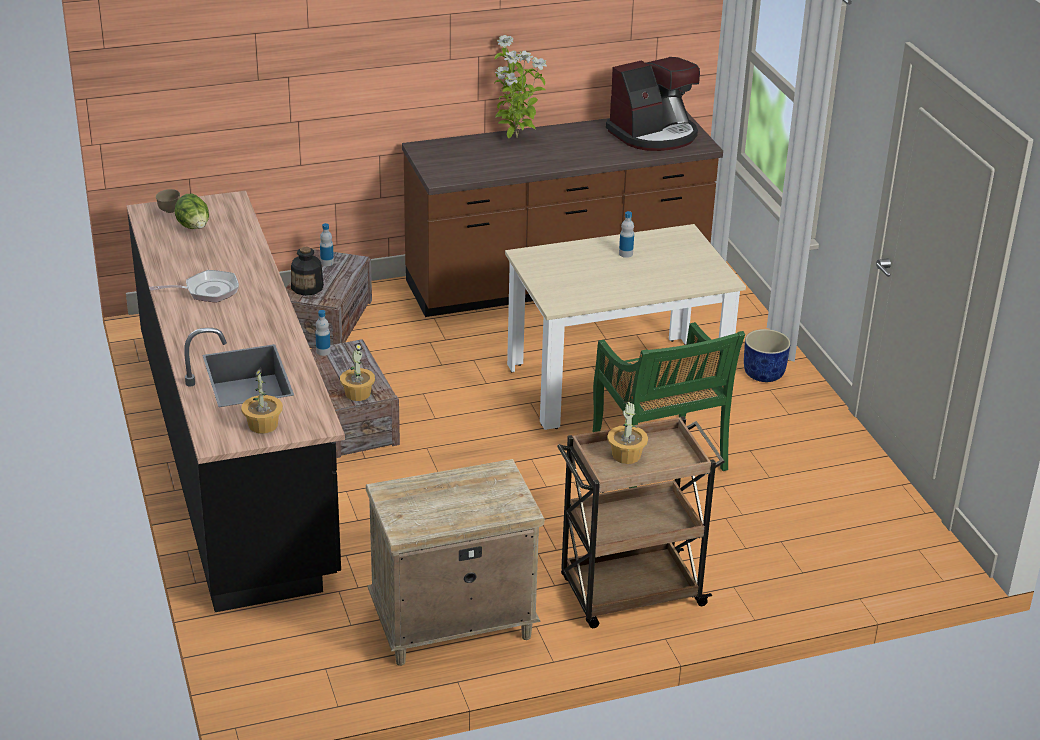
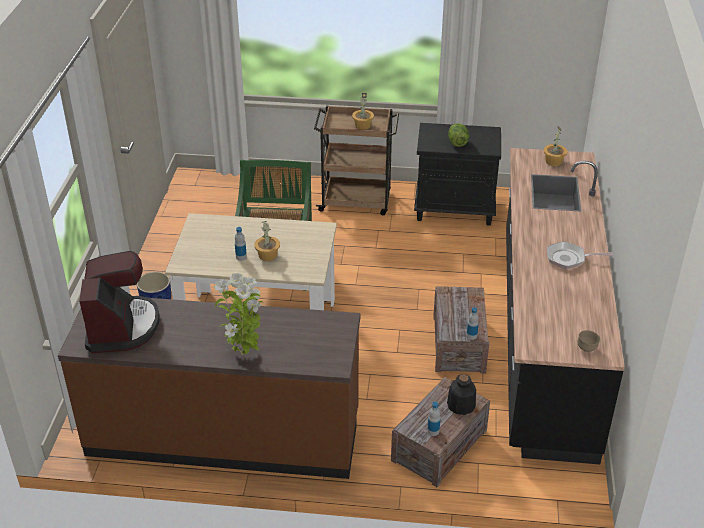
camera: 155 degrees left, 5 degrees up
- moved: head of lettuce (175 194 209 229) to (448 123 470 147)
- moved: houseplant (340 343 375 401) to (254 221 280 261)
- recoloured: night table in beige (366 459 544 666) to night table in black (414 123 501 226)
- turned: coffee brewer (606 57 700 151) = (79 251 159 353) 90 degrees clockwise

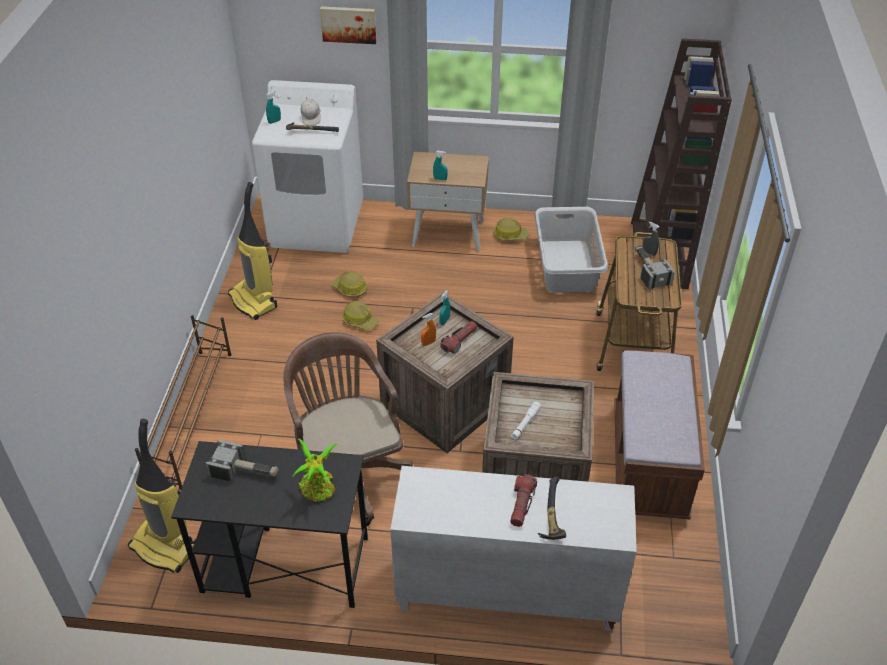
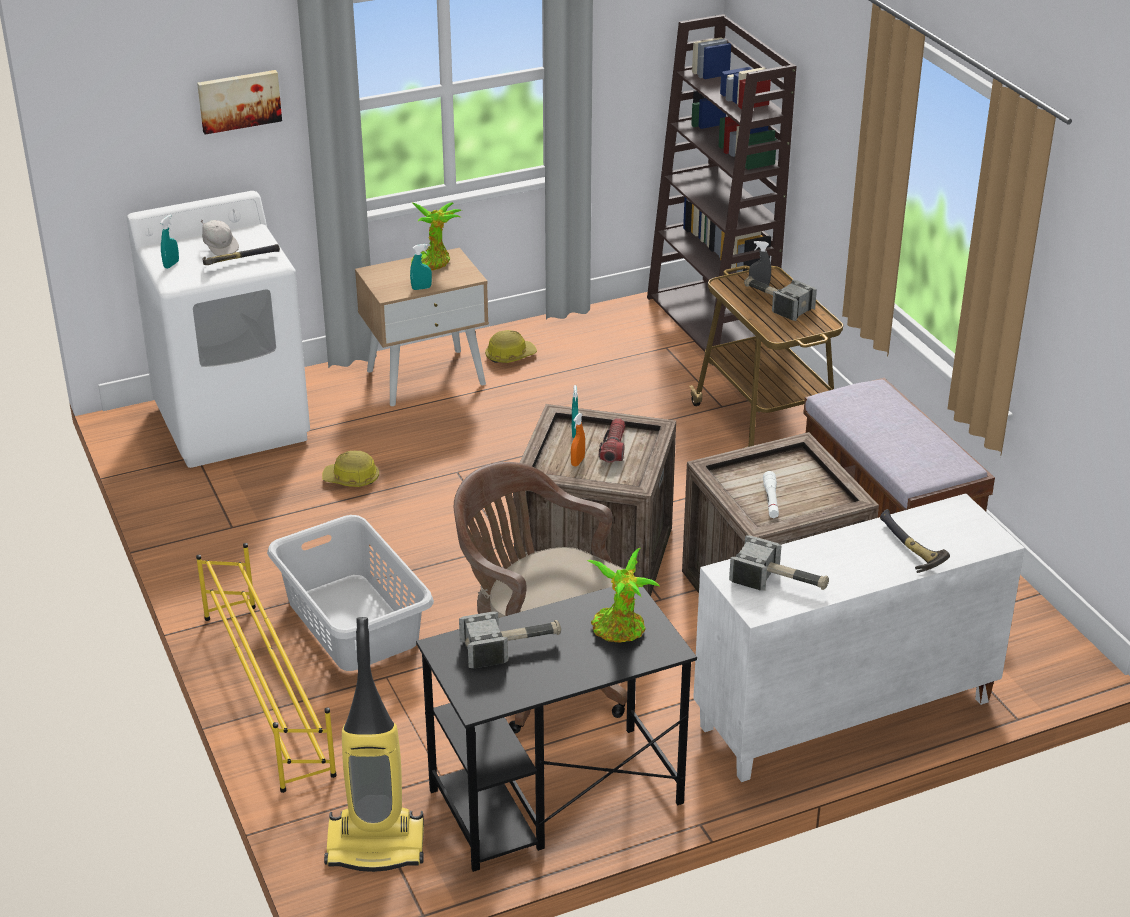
camera: 30 degrees left, 10 degrees down
- removed: vacuum (228 182 277 320)
- removed: safety helmet (342 301 379 330)
- removed: hand torch (510 474 537 527)
- added: houseplant (411 203 462 270)
- added: hand hammer (729 535 829 591)
- moved: washing basket in gray (534 207 608 293) to (267 515 434 671)
- recoloured: shoe shelf in brown (135 315 232 490) to shoe shelf in yellow-coloured (196 543 337 793)

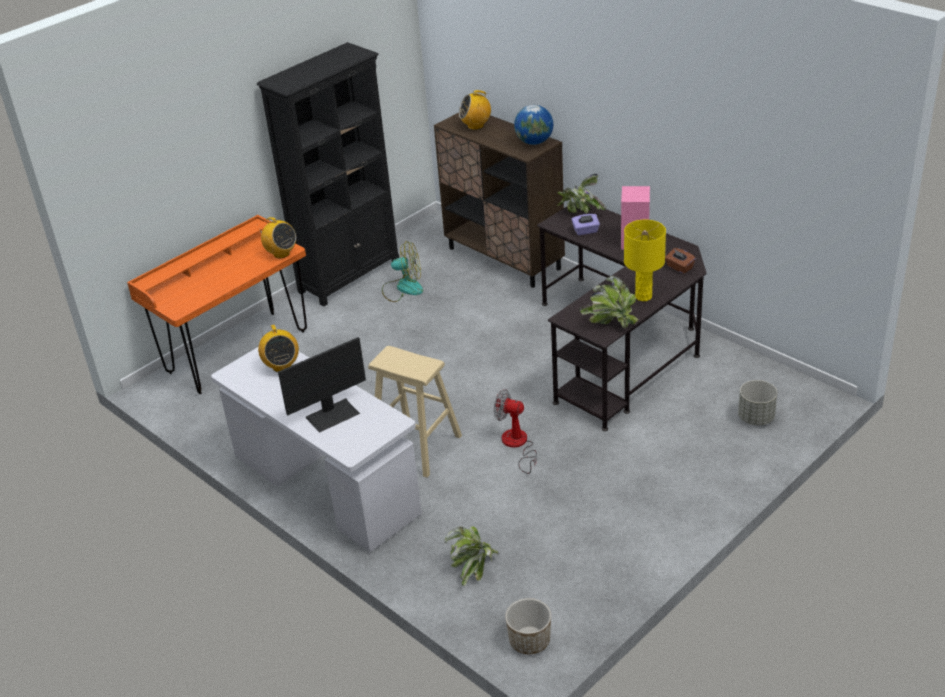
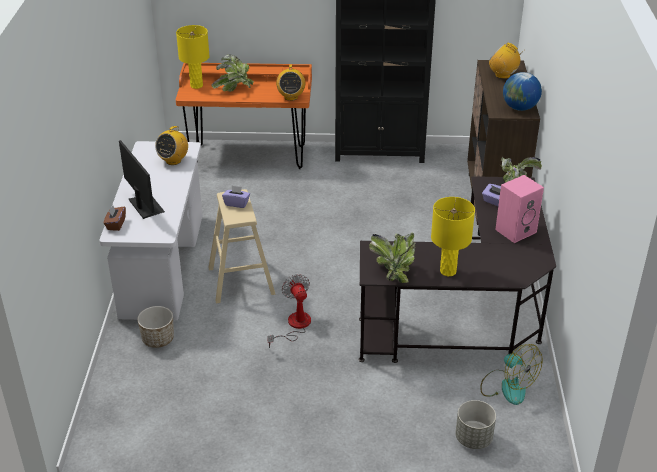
camera: 45 degrees right, 0 degrees up
- added: tabletop lamp in yellow-coloured (176 25 210 89)
- added: tissue box in purple-coloured (222 186 250 208)
- moved: fan (382 241 423 302) to (480 344 542 405)
- moved: houseplant (444 526 498 586) to (211 54 254 92)
- moved: flower pot (505 598 551 654) to (137 306 174 348)
- moved: tissue box in brown (665 248 696 274) to (104 205 126 231)
- turned: monitor (278 337 366 433) = (119 140 165 219) 135 degrees counterclockwise

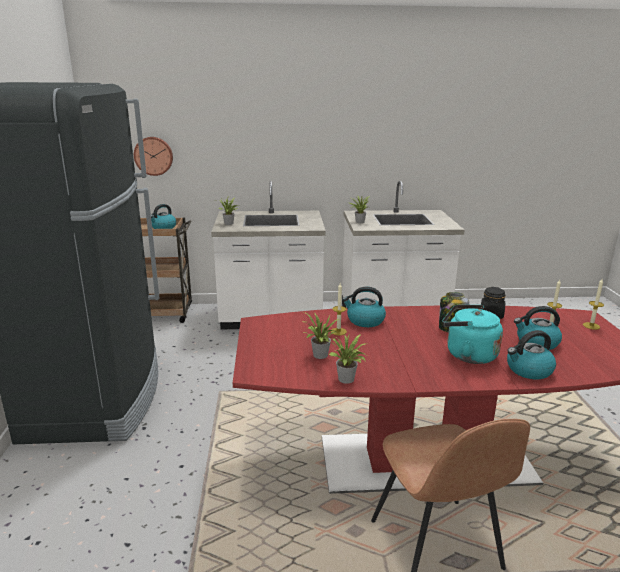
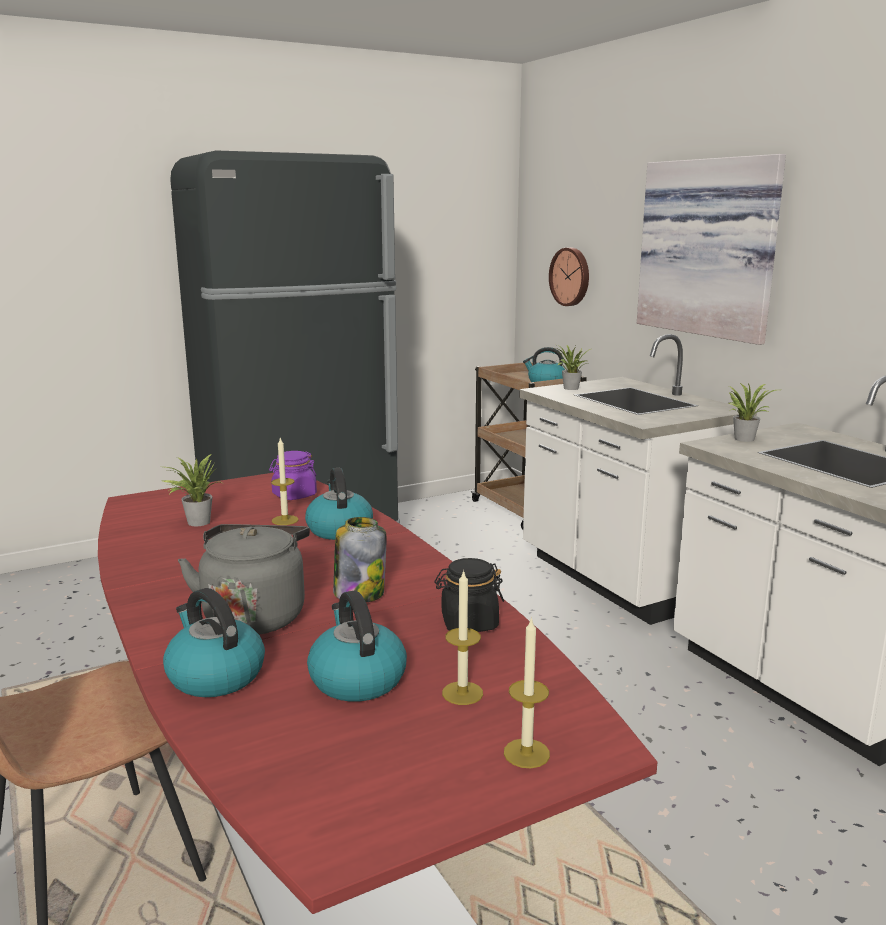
camera: 65 degrees right, 5 degrees down
- removed: houseplant (323 334 367 384)
- added: jar in purple-coloured (269 451 317 500)
- added: picture (637 154 786 345)
- recoloured: tea kettle in blue-green (442 305 503 364) to tea kettle in gray (178 524 310 635)

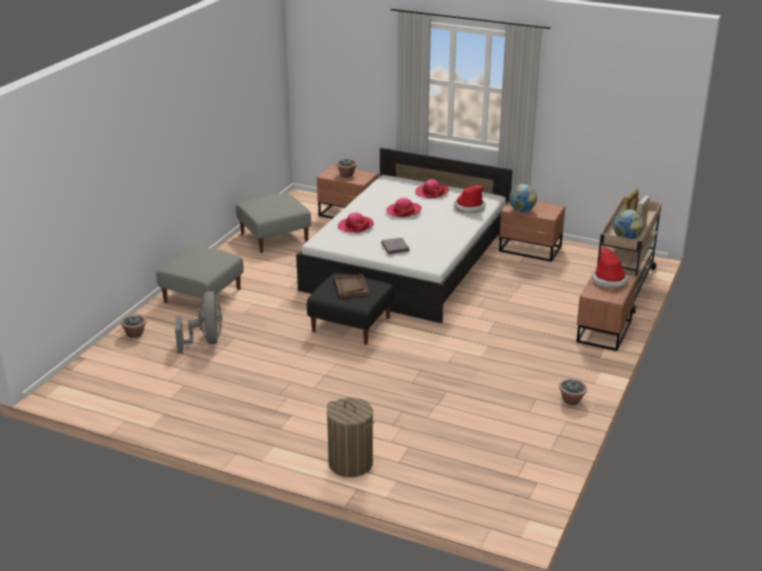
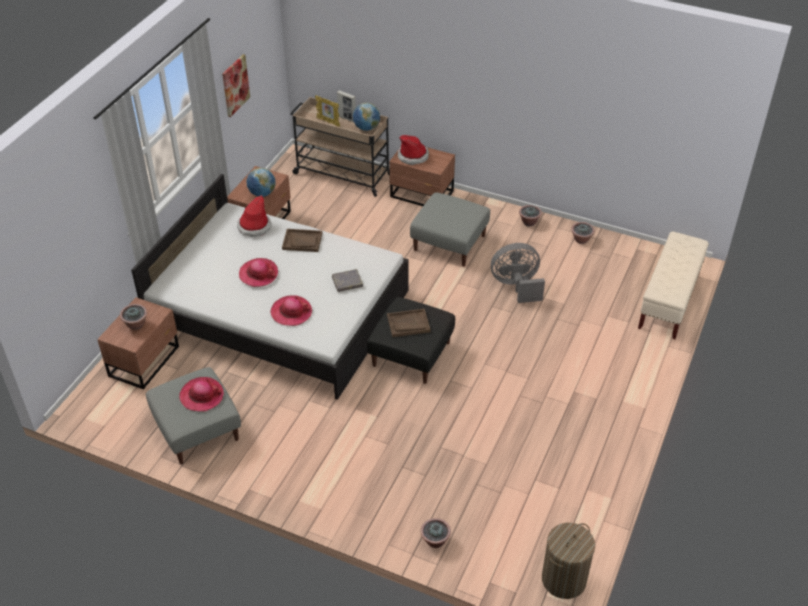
camera: 90 degrees left, 15 degrees up
- added: picture (222 54 250 117)
- added: serving tray in brown (282 229 322 252)
- added: houseplant (571 222 595 244)
- added: bench in beige (638 232 709 339)
- moved: pouffe in gray (156 246 244 303) to (410 192 490 267)
- moved: fan in gray (175 291 222 354) to (491 243 545 303)
- moved: washing basket (327 398 374 477) to (542 523 595 599)
- moved: wearable hat (415 179 449 198) to (179 377 224 412)

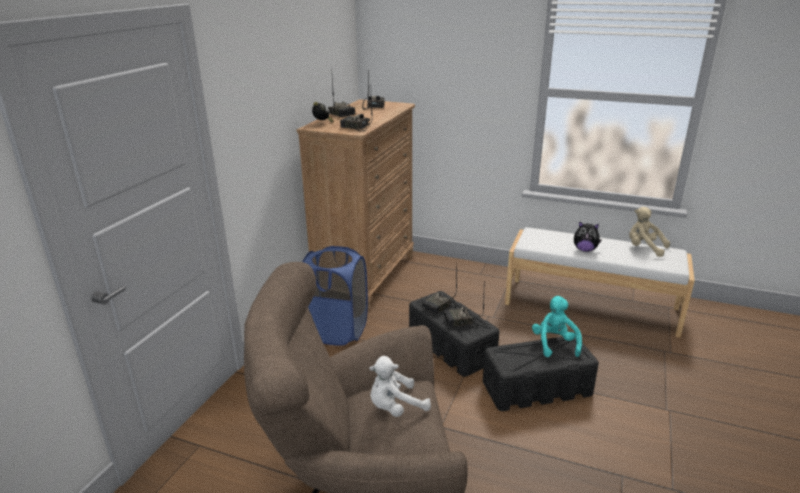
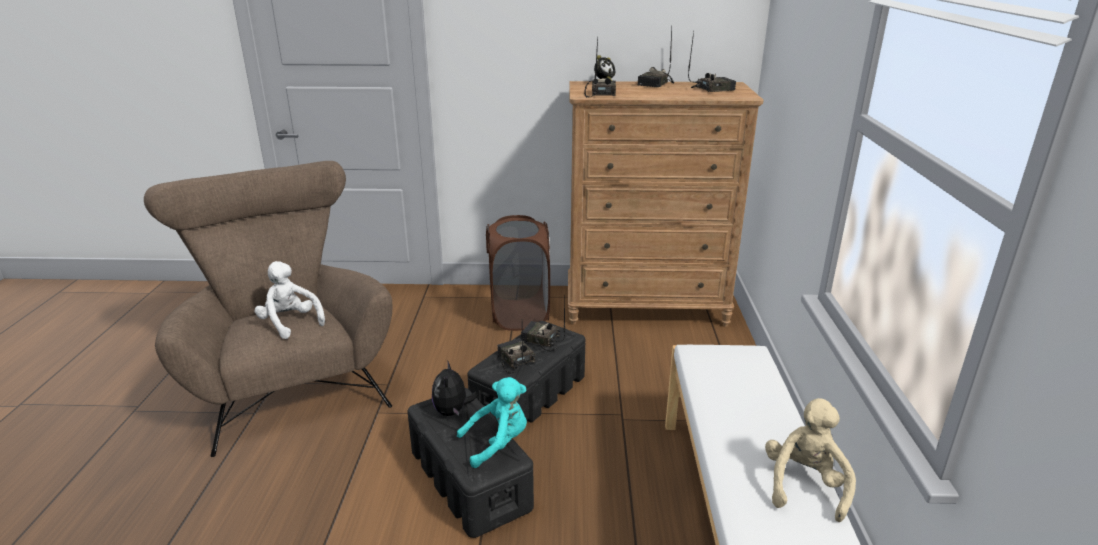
camera: 70 degrees right, 0 degrees up
- moved: plush toy (574 221 602 252) to (432 360 478 416)
- recoloured: washing basket in blue (302 246 368 346) to washing basket in brown (486 215 550 331)

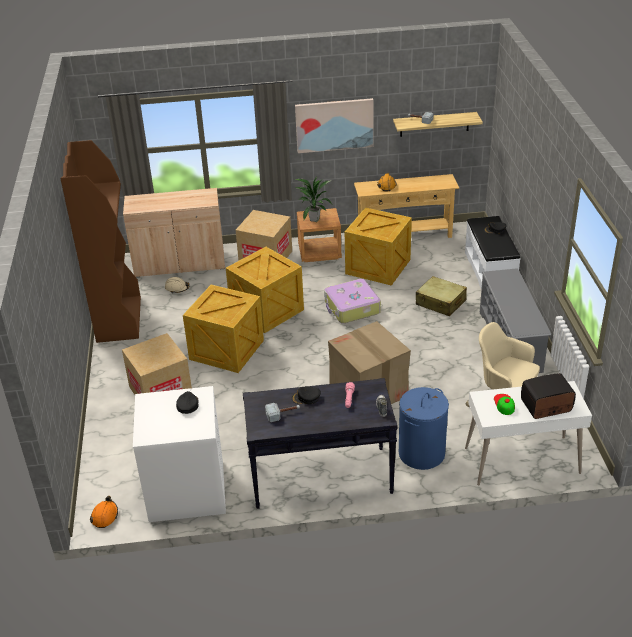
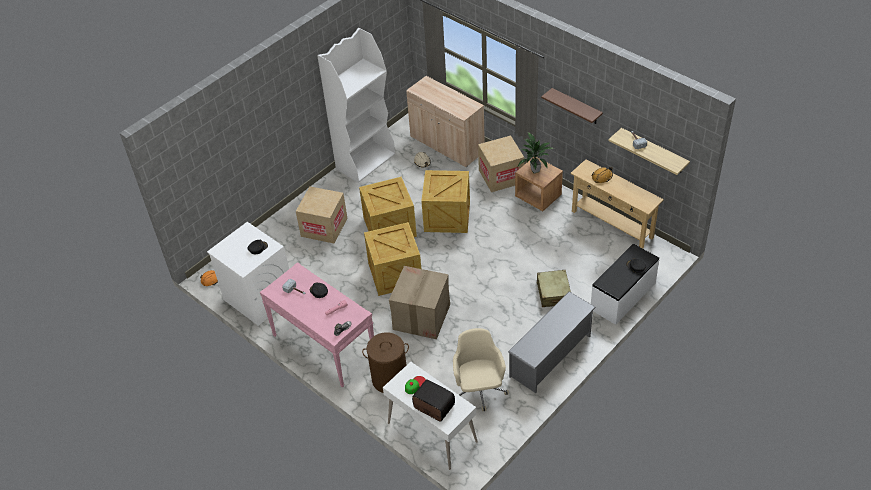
camera: 50 degrees right, 10 degrees up
- removed: suitcase (324 279 381 323)
- moved: crate (345 207 412 286) to (364 222 421 296)
- replaced: picture (295 98 374 153) to wall shelf in brown (541 88 603 124)
- recoloured: bookcase in brown (60 140 141 343) to bookcase in white (317 28 395 183)
- recoloured: console table in black (243 378 398 509) to console table in pinkish (260 262 374 388)
- recoloured: washing basket in blue (399 387 449 470) to washing basket in brown (362 332 409 393)

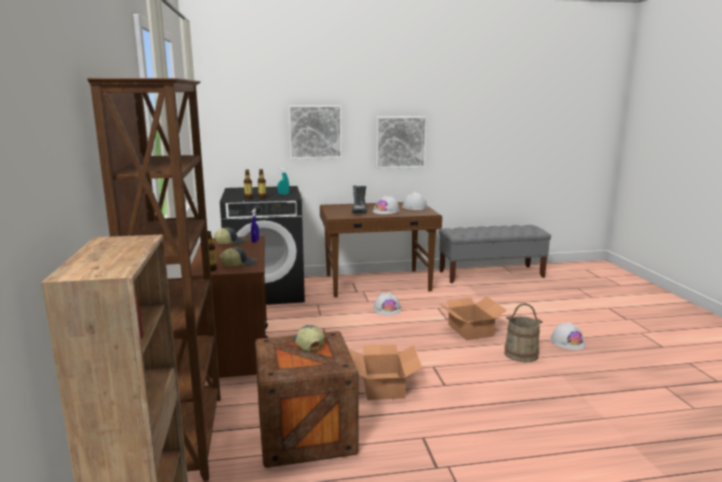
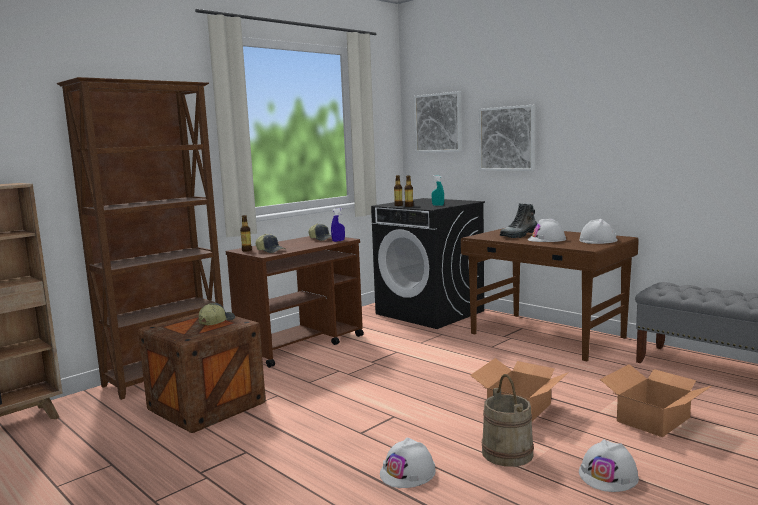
camera: 55 degrees right, 5 degrees down
- moved: packing box (348 344 422 400) to (600 364 713 437)
- moved: safety helmet in white (373 292 401 316) to (380 437 436 488)
- moved: picture (376 116 427 169) to (414 91 462 153)

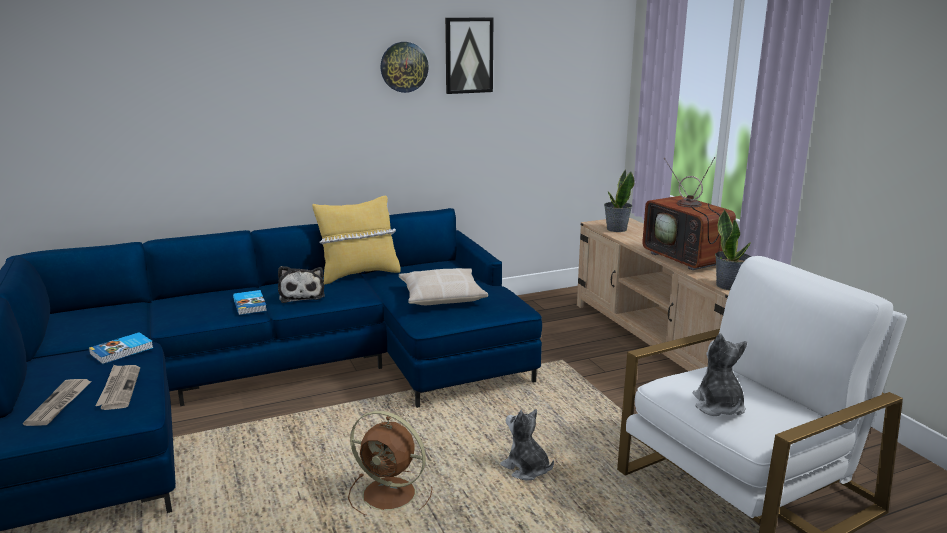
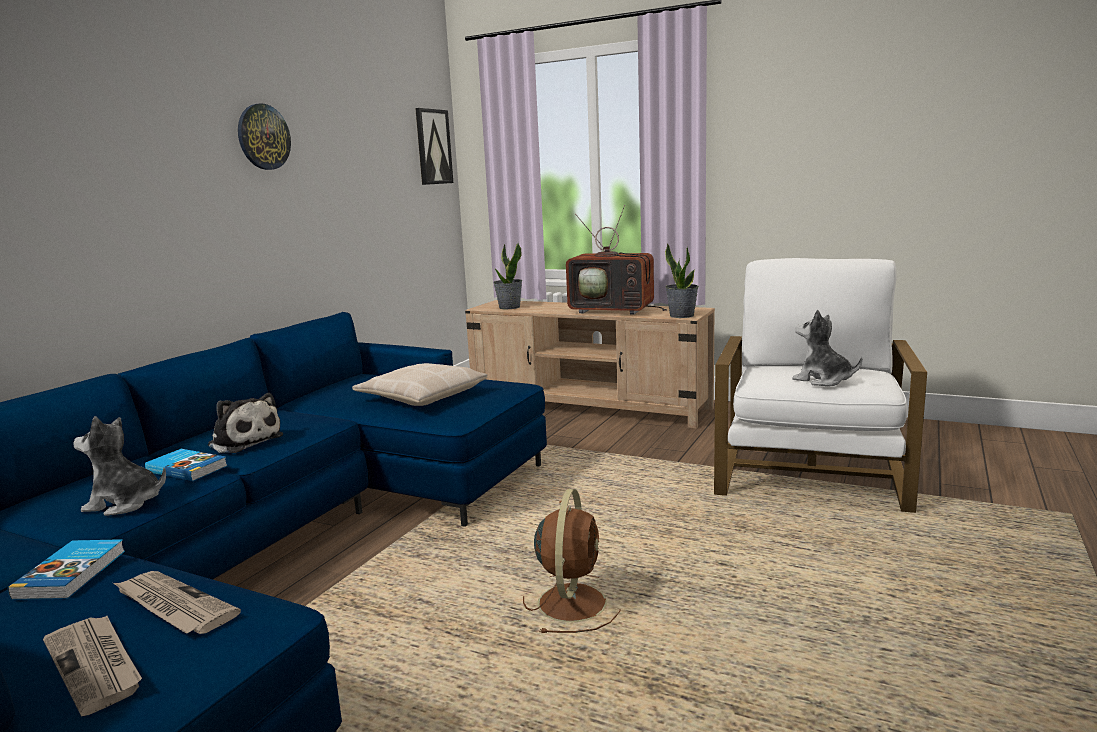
camera: 40 degrees left, 5 degrees down
- removed: cushion in yellow-coloured (312 196 401 285)
- moved: picture (445 18 493 94) to (415 108 453 185)
- moved: plush toy (500 409 554 481) to (73 416 166 516)
- turned: fan in brown (348 411 432 515) = (523 489 621 633) 60 degrees counterclockwise

